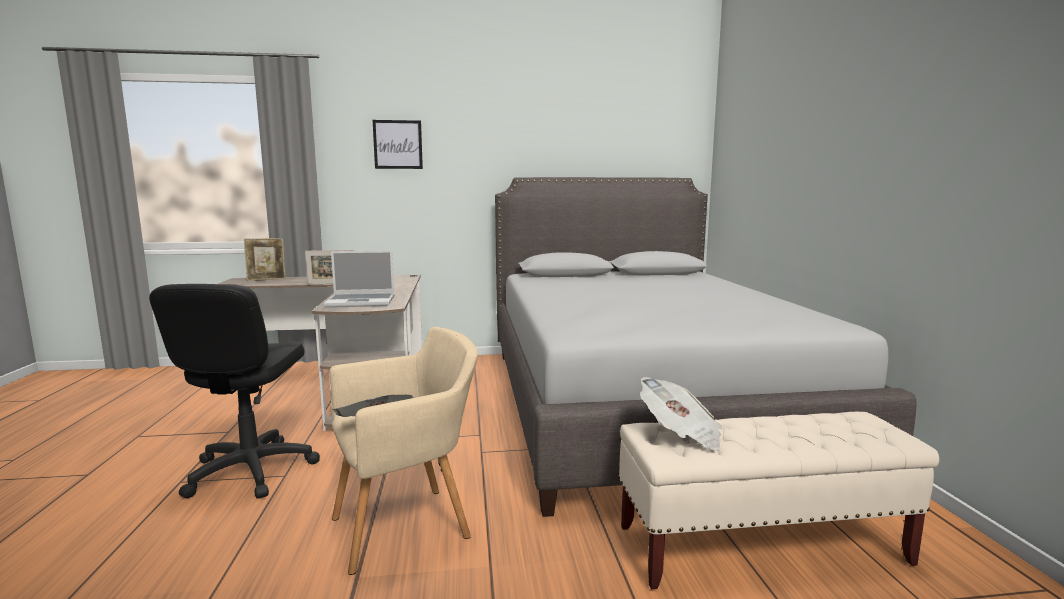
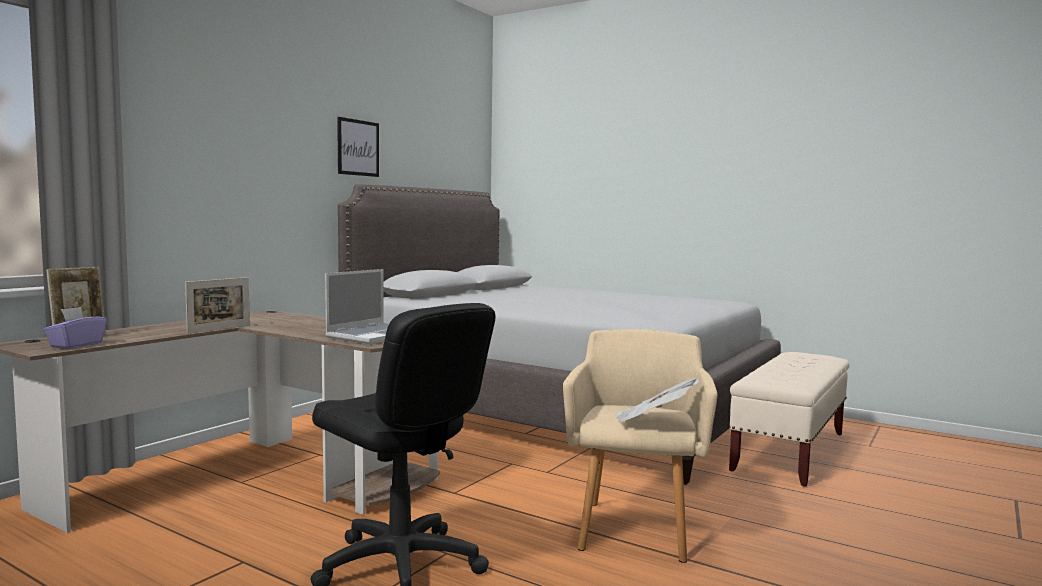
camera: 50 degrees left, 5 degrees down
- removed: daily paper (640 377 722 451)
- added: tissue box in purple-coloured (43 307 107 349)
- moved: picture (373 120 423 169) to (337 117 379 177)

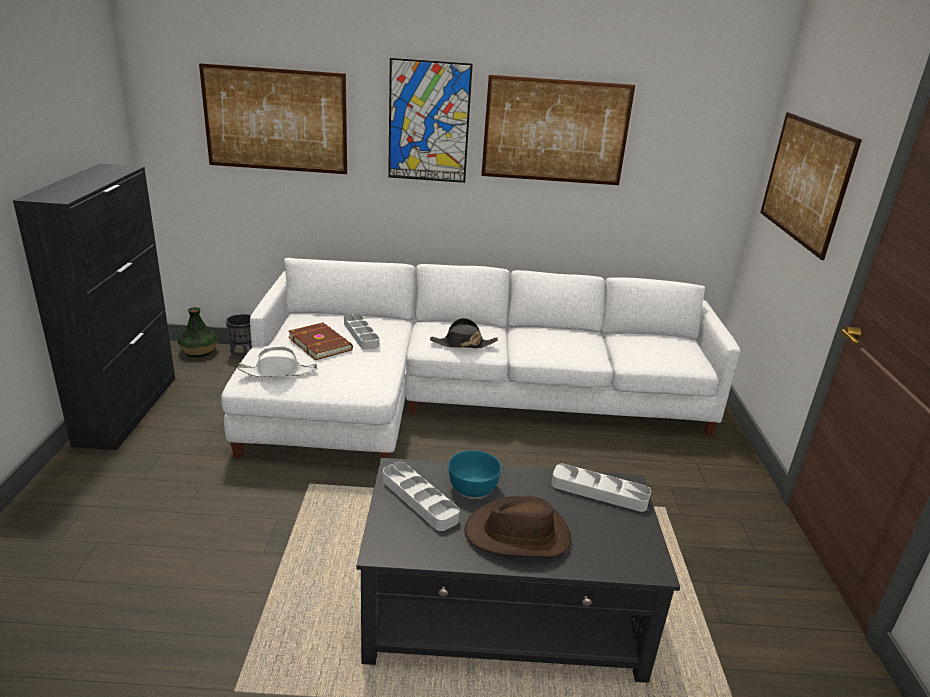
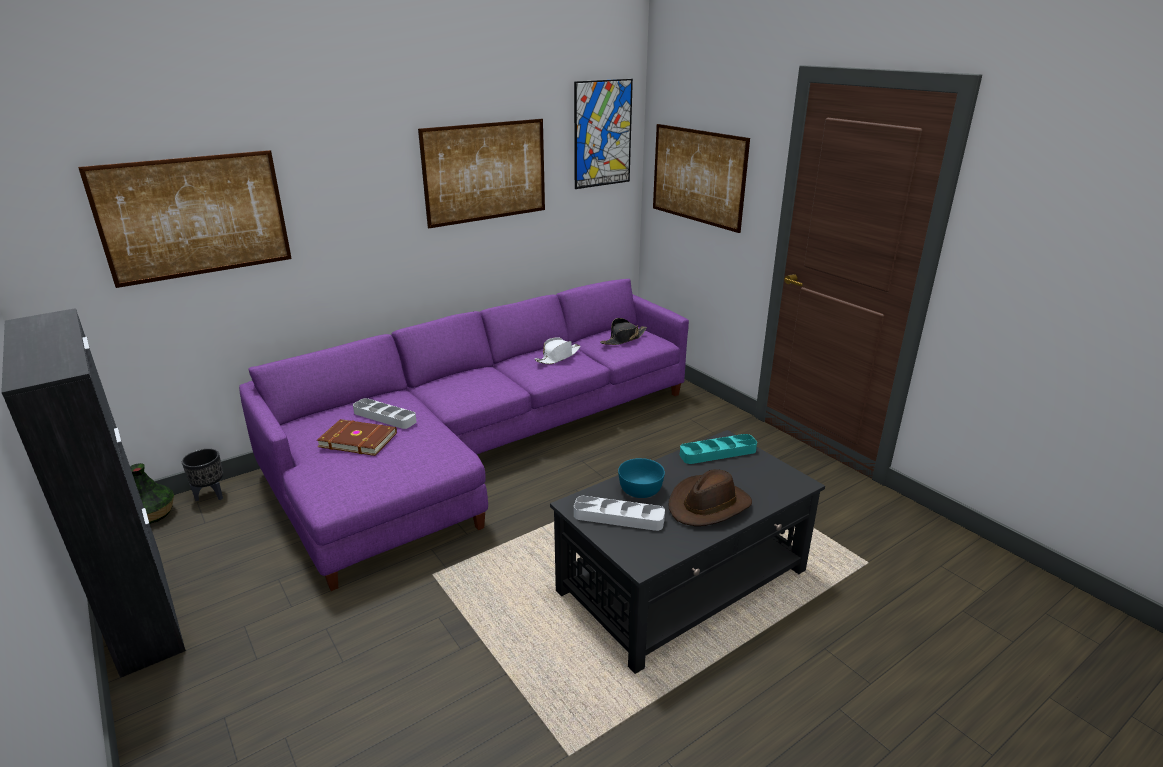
camera: 35 degrees left, 0 degrees up
- moved: wearable hat in white (238 346 317 377) to (535 337 581 364)
- moved: picture (388 58 473 183) to (574 79 633 189)
- moved: wearable hat in black (430 318 498 349) to (600 318 647 345)
- recoloured: settee in white (221 258 740 459) to settee in purple-coloured (239 279 689 591)
- recoloured: serving tray in gray (551 464 651 512) to serving tray in blue-green (680 434 757 464)

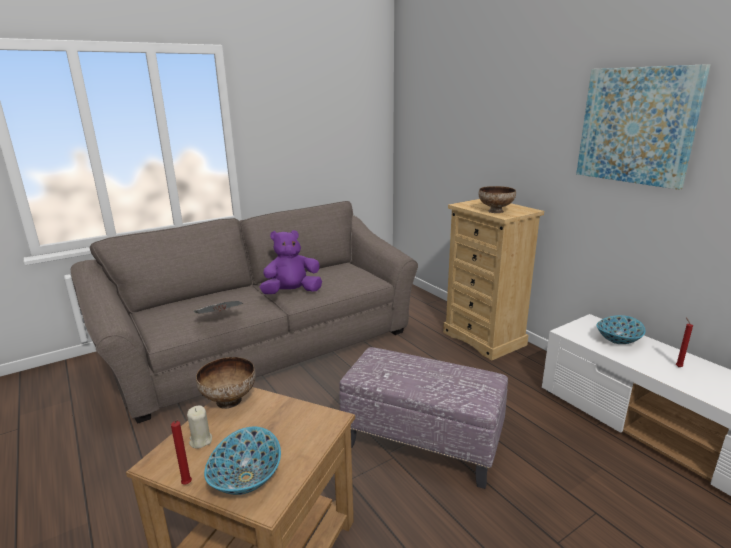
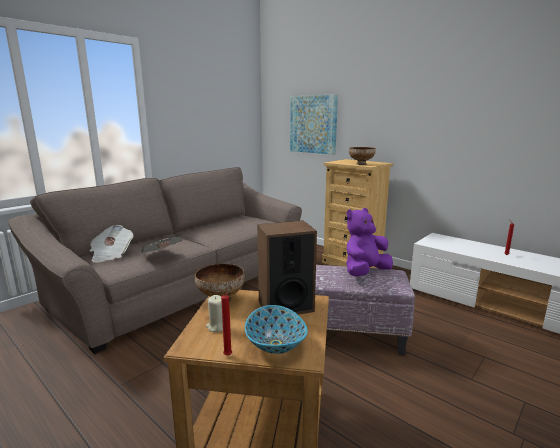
camera: 15 degrees left, 5 degrees down
- removed: deep dish (596 315 646 344)
- added: daily paper (90 225 134 263)
- added: loudspeaker (257 220 317 315)
- moved: plush toy in purple-coloured (259 230 322 294) to (346 208 393 276)
- moved: picture (576 64 710 190) to (290 94 338 155)

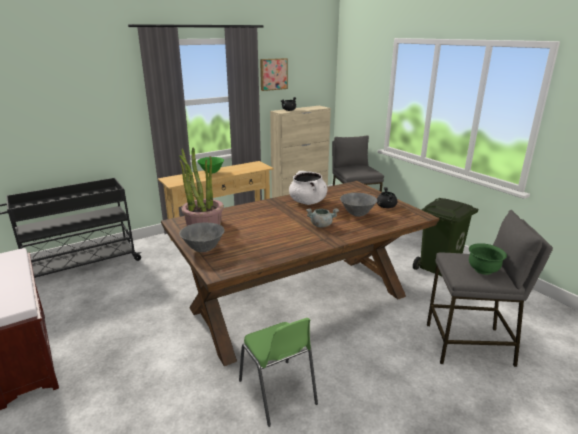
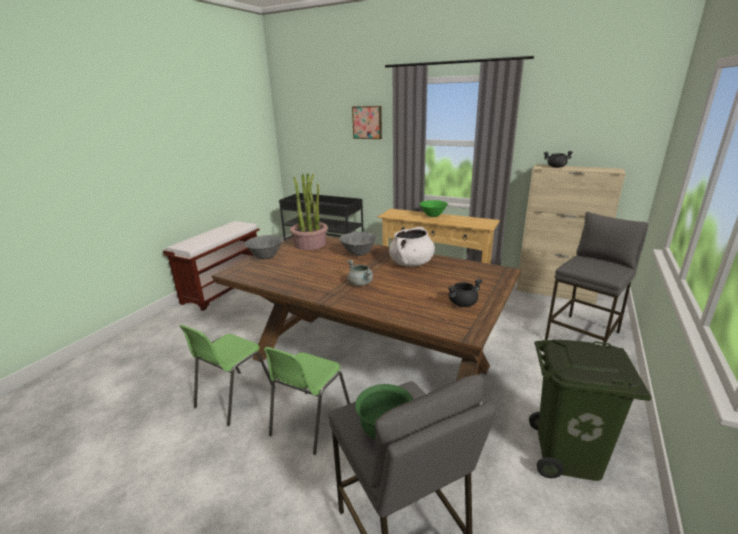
camera: 60 degrees right, 0 degrees up
- added: chair in green (264 347 350 455)
- moved: picture (260 58 288 91) to (352 106 382 139)
- moved: deep dish in gray (340 193 377 217) to (339 232 377 256)

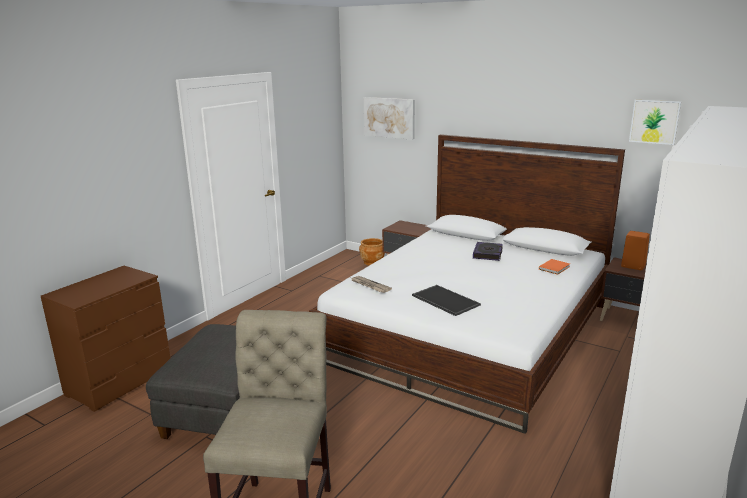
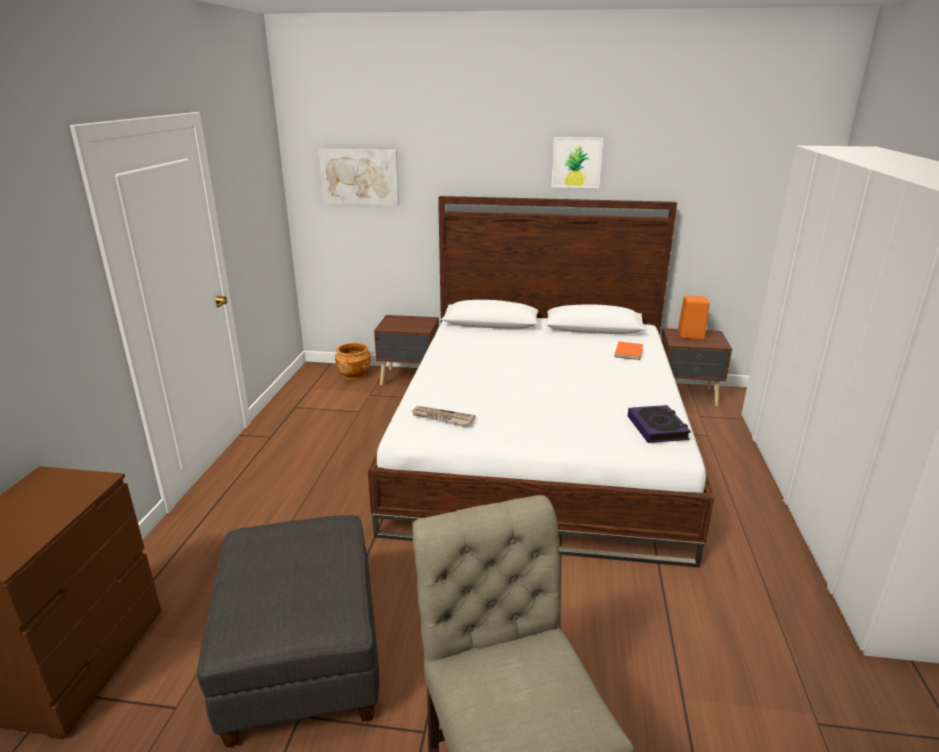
camera: 25 degrees left, 5 degrees up
- removed: serving tray (412 285 481 316)
- moved: bound book (473 242 503 261) to (628 405 691 443)
- moved: picture (629 100 681 145) to (552 137 603 188)

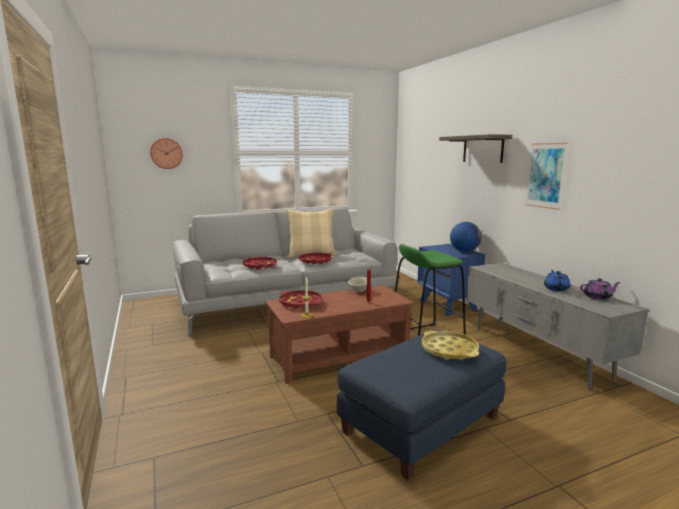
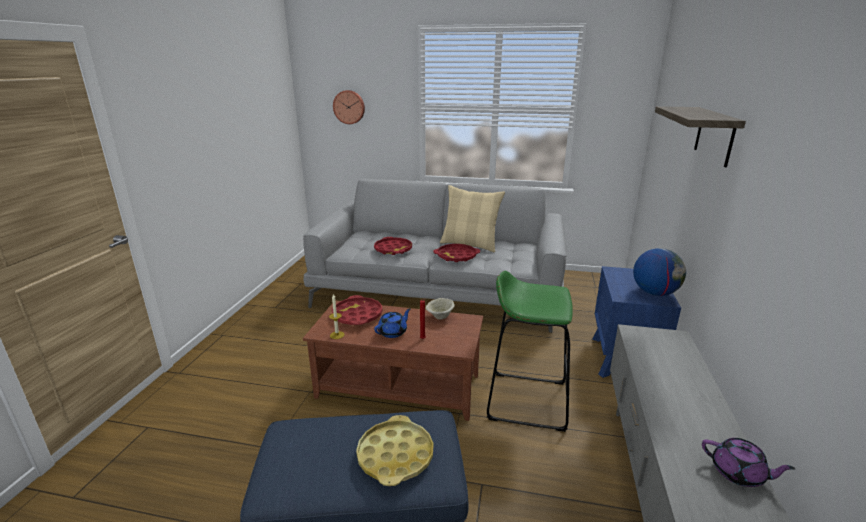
camera: 35 degrees right, 10 degrees up
- removed: picture (525 143 568 210)
- moved: tea pot in blue (544 270 570 291) to (374 308 411 338)

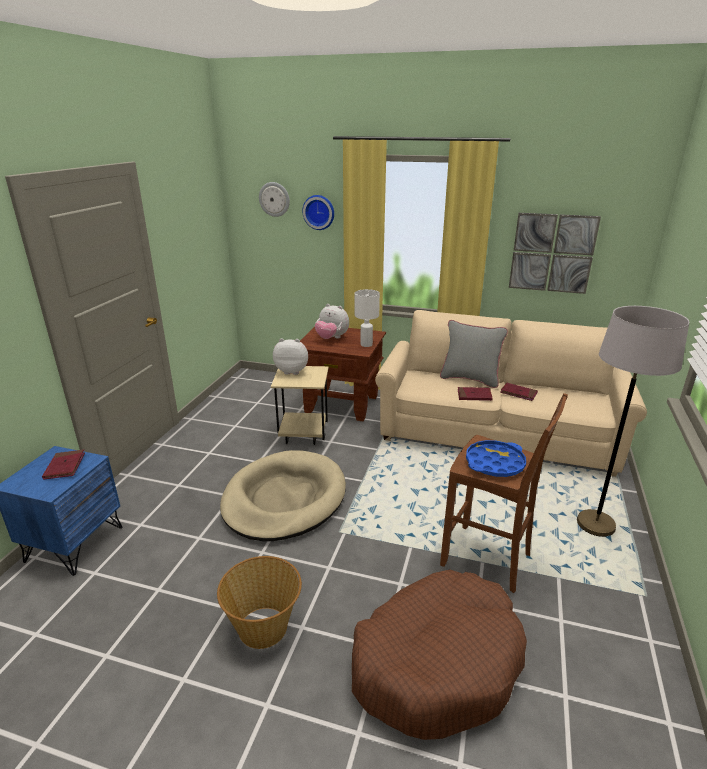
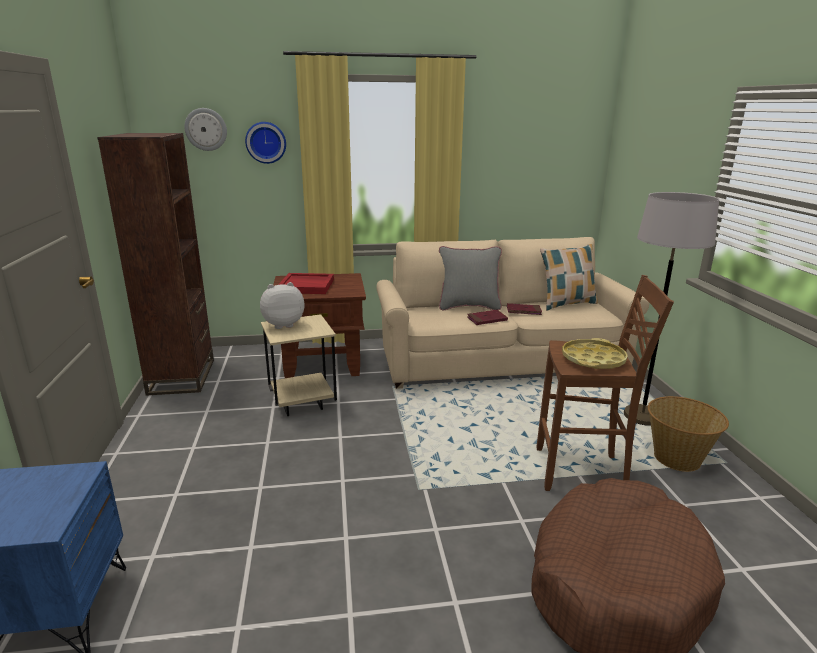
camera: 25 degrees left, 5 degrees down
- removed: bound book in reddish (42 450 85 480)
- removed: pet bed in beige (220 450 346 541)
- removed: tabletop lamp in white (355 289 380 347)
- removed: picture (509 213 601 294)
- added: bookcase in brown (97 133 214 396)
- added: cushion (540 244 598 311)
- moved: household basket (217 556 302 649) to (648 396 729 472)
- replaced: plush toy (315 304 349 339) to serving tray in reddish (278 273 334 294)
- recoloured: serving tray in blue (466 440 526 477) to serving tray in yellow-coloured (562 338 628 369)

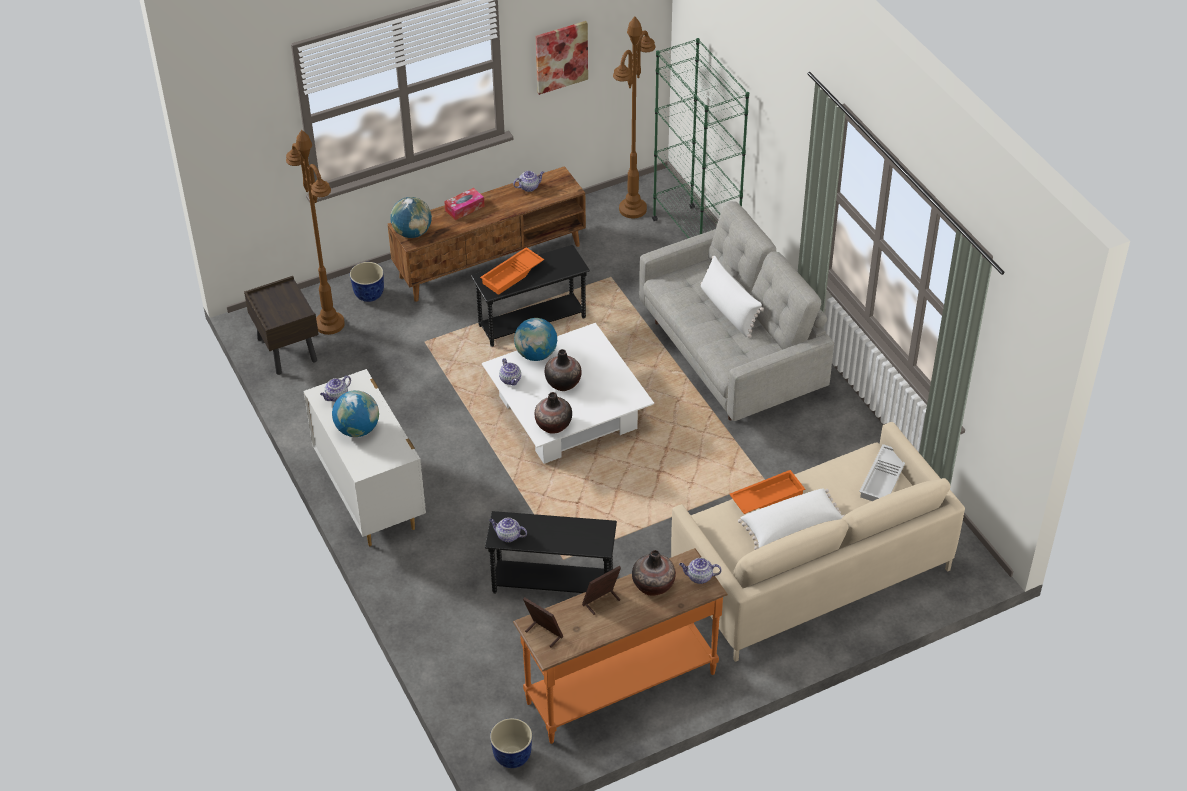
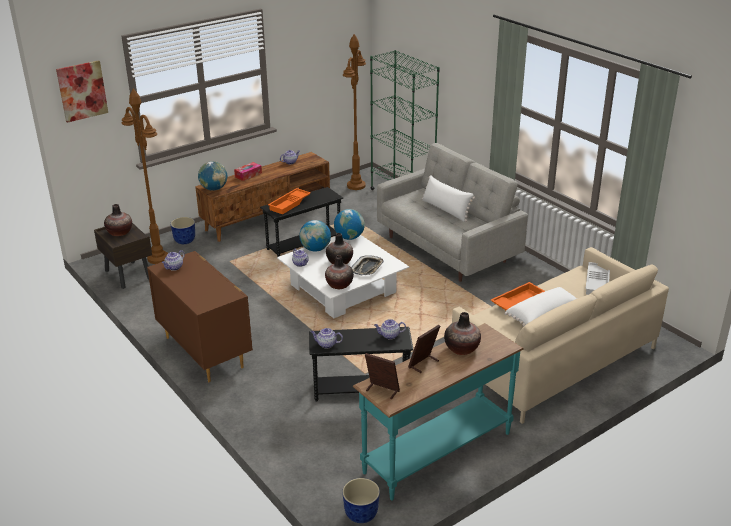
camera: 10 degrees left, 15 degrees down
- added: flower vase (104 204 132 236)
- added: serving tray (351 255 384 275)
- moved: world globe (332 390 379 437) to (334 209 365 240)
- moved: picture (536 21 588 95) to (56 60 108 123)
- moved: tea pot (679 558 722 584) to (374 319 406 340)
- recoloured: chest of drawers in white (304 369 426 546) to chest of drawers in brown (147 251 253 382)
- recoloured: console table in orange-coloured (513 548 728 744) to console table in blue-green (353 323 524 501)

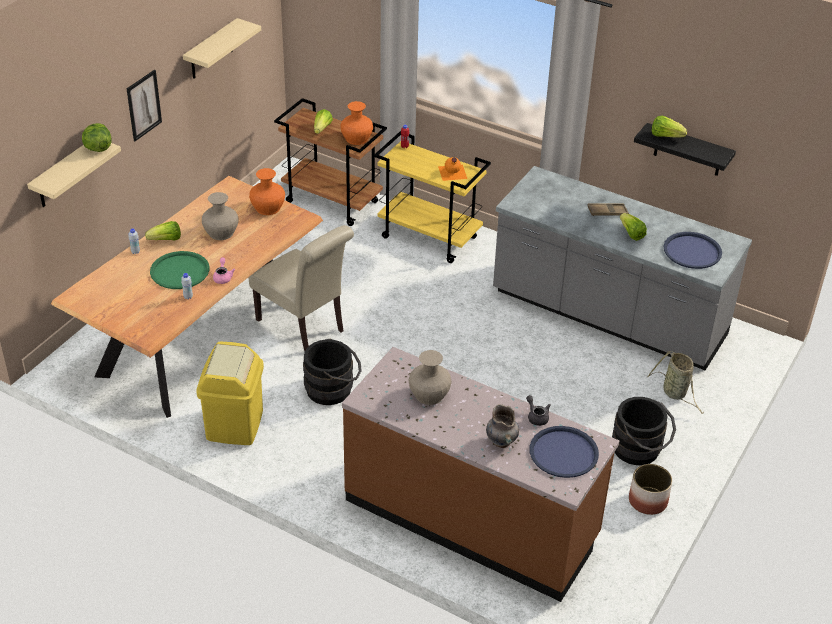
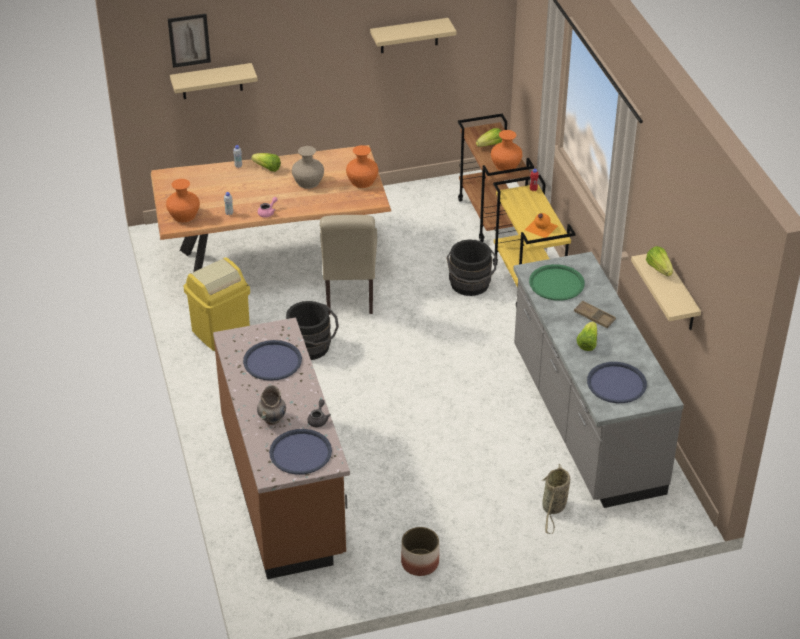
camera: 45 degrees right, 0 degrees up
- removed: head of lettuce (82 123 112 152)
- added: flower vase in orange-coloured (166 179 200 223)
- moved: picture (127 70 162 141) to (168 14 211 68)
- moved: serving tray in green (150 251 209 289) to (529 264 585 301)
- moved: bucket in black (612 397 676 465) to (446 239 496 296)
- replaced: flower vase in beige (409 350 452 405) to serving tray in blue (243 340 302 381)
- recoloured: wall shelf in black (634 123 736 176) to wall shelf in beige (631 254 701 330)

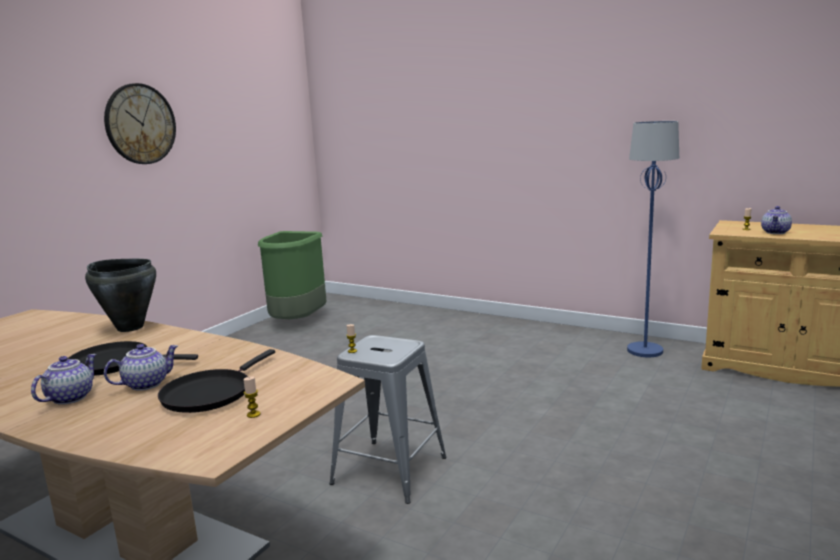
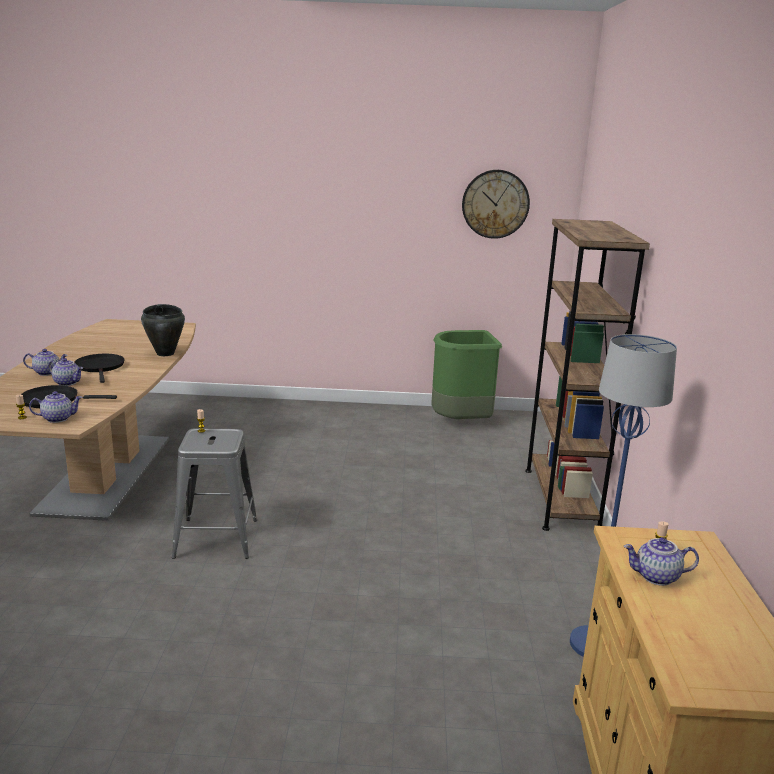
camera: 60 degrees right, 5 degrees up
- added: tea pot (29 391 82 423)
- added: bookcase in brown (525 219 650 531)
- moved: wall clock (104 83 176 164) to (462 170 530 239)

